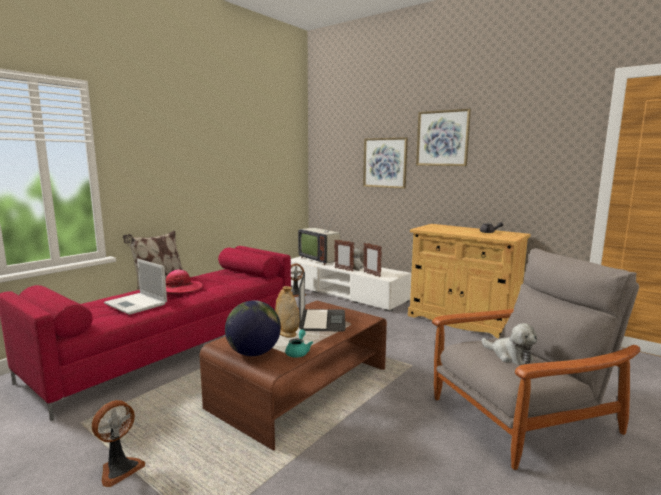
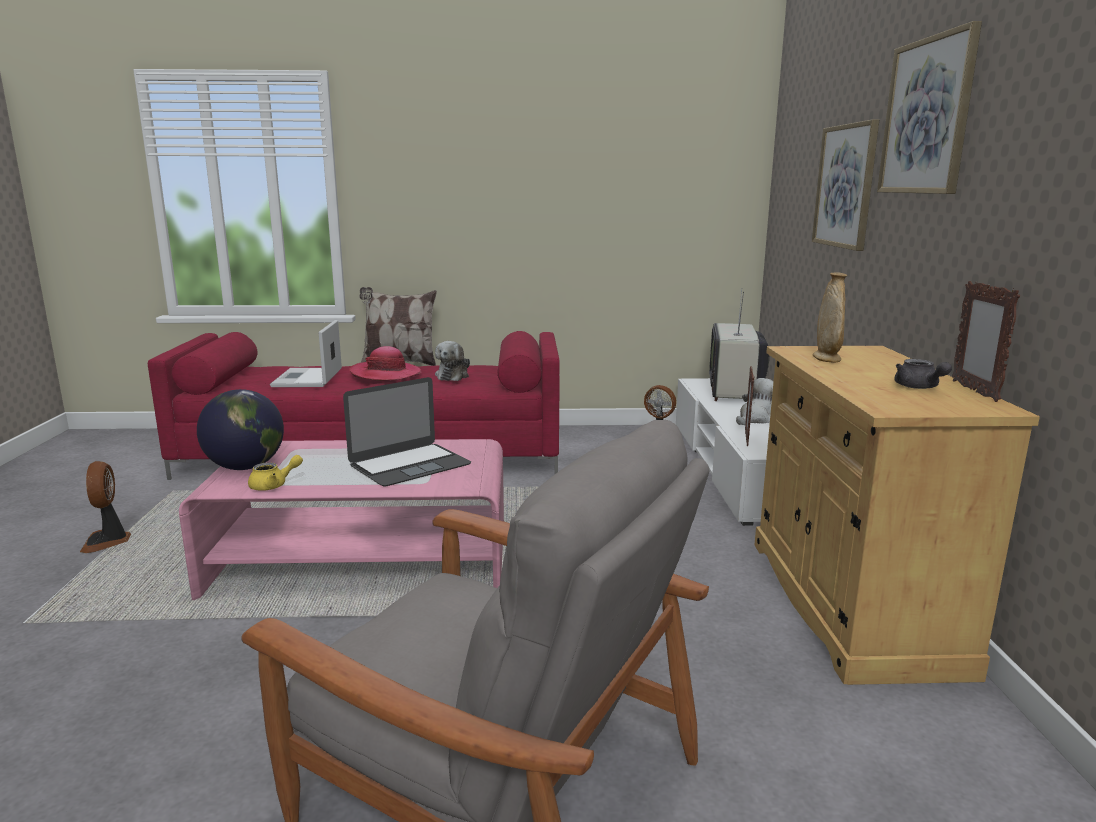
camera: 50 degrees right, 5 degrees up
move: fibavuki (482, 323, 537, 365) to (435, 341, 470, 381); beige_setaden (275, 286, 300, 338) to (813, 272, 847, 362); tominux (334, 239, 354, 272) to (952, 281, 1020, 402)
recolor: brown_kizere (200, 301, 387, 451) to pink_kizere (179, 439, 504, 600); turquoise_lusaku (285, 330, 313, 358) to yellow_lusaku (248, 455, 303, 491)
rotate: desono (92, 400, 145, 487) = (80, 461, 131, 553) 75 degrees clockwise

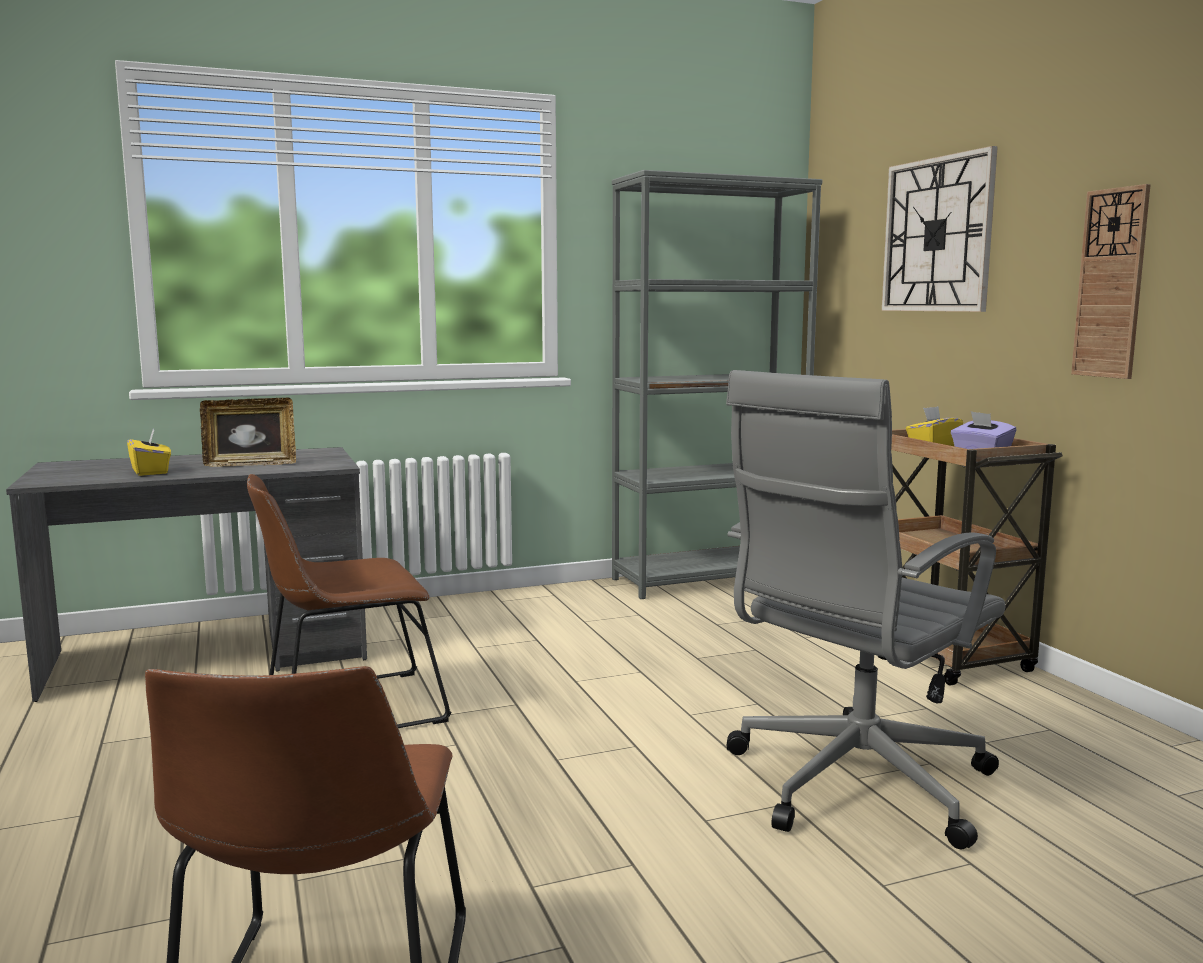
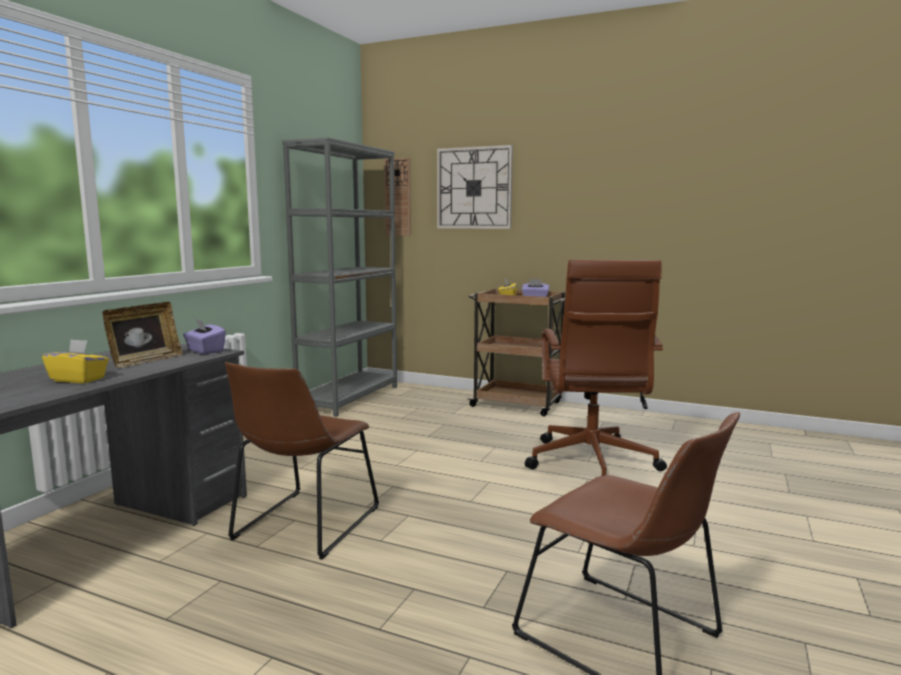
camera: 45 degrees left, 0 degrees up
insert: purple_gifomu (183, 319, 226, 354)
move: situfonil (1071, 184, 1151, 379) to (384, 158, 411, 235)
recolor: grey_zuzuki (726, 370, 1006, 849) to brown_zuzuki (525, 260, 667, 476)

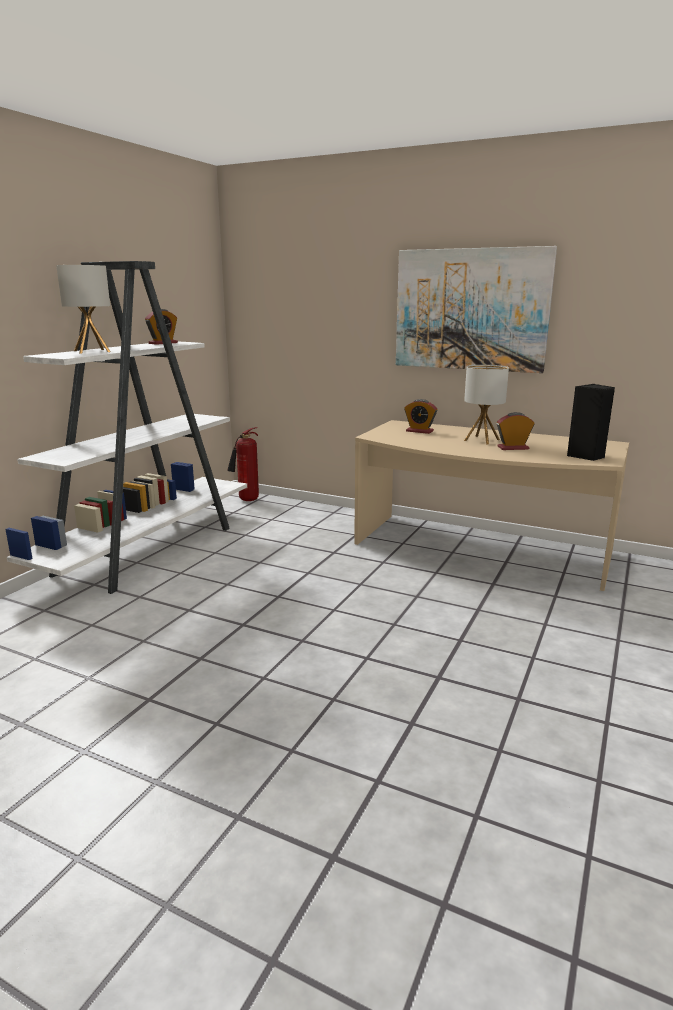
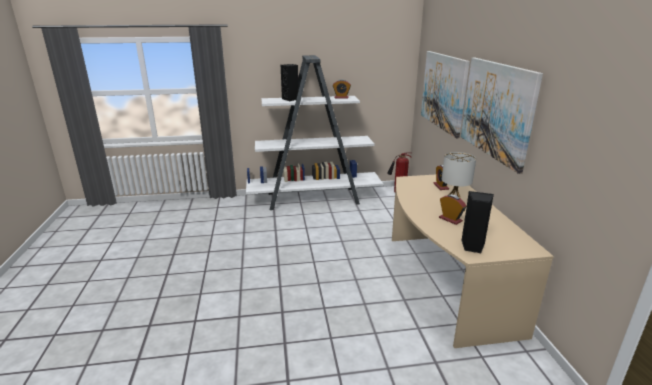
camera: 55 degrees right, 5 degrees up
insert: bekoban (421, 51, 470, 138)
replace: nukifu (56, 265, 110, 354) to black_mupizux (281, 64, 299, 101)

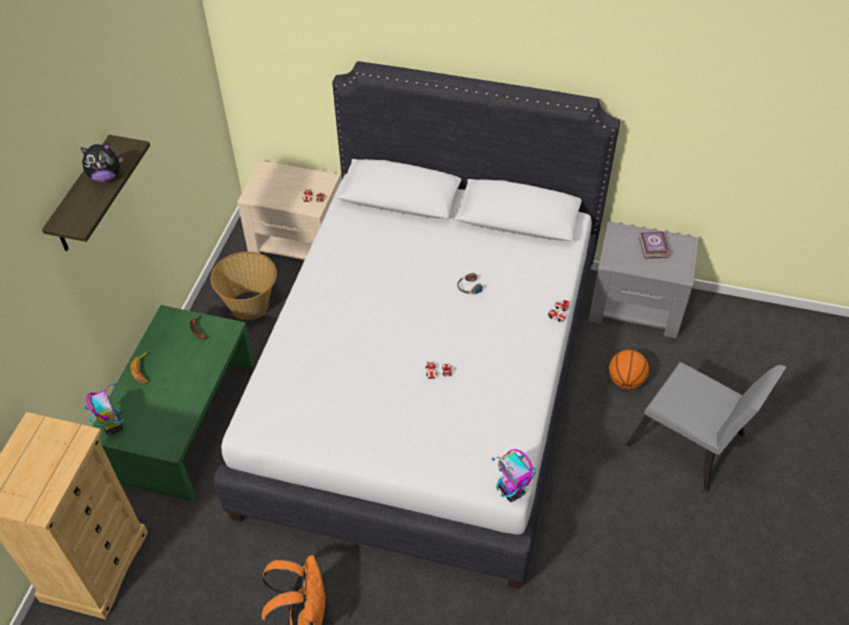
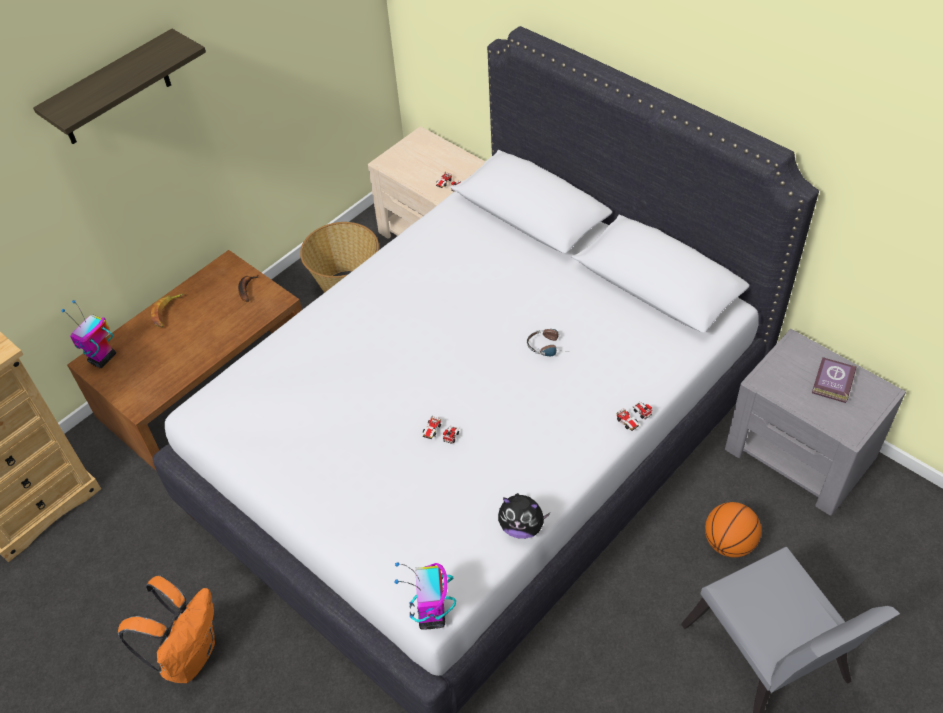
camera: 30 degrees right, 0 degrees up
move: fibavuki (80, 143, 123, 182) to (498, 493, 550, 539)
recolor: green_kizere (92, 305, 255, 501) to brown_kizere (67, 250, 302, 470)
rotate: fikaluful (84, 383, 125, 435) = (62, 300, 116, 368) 150 degrees counterclockwise

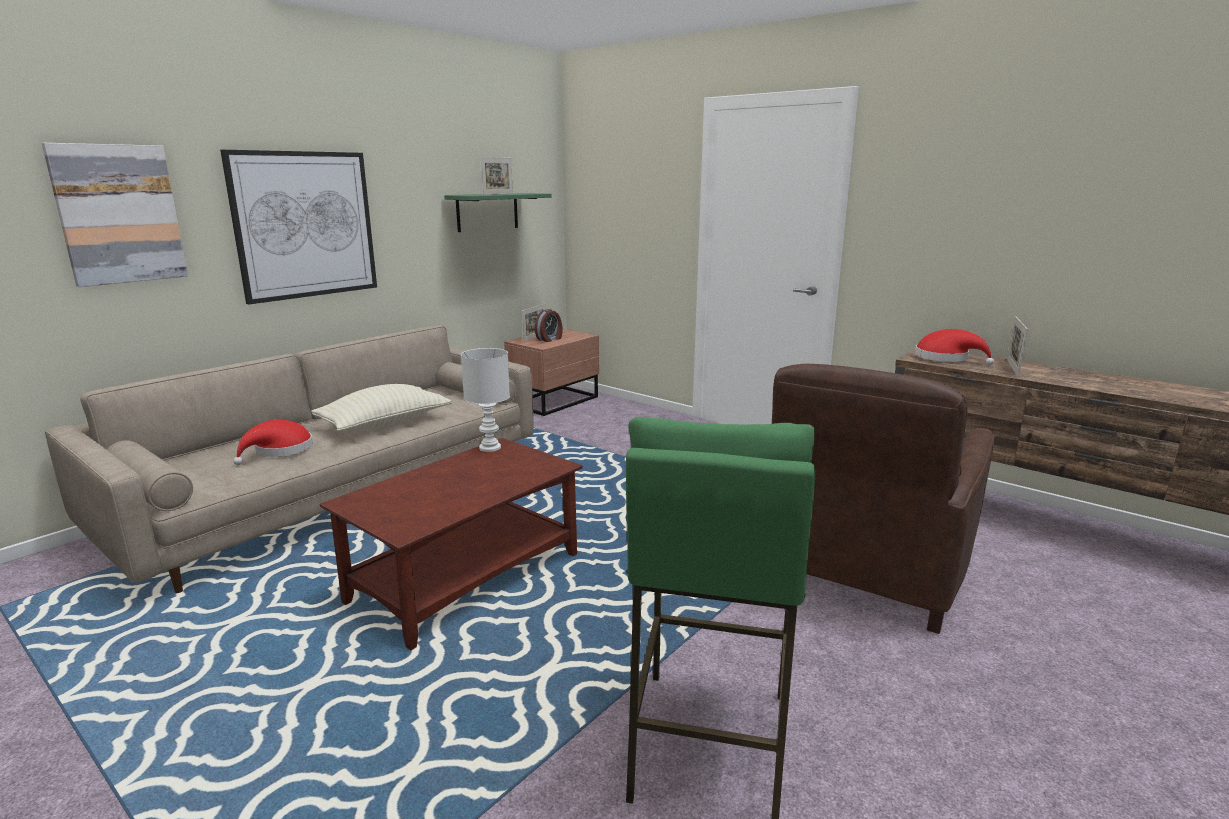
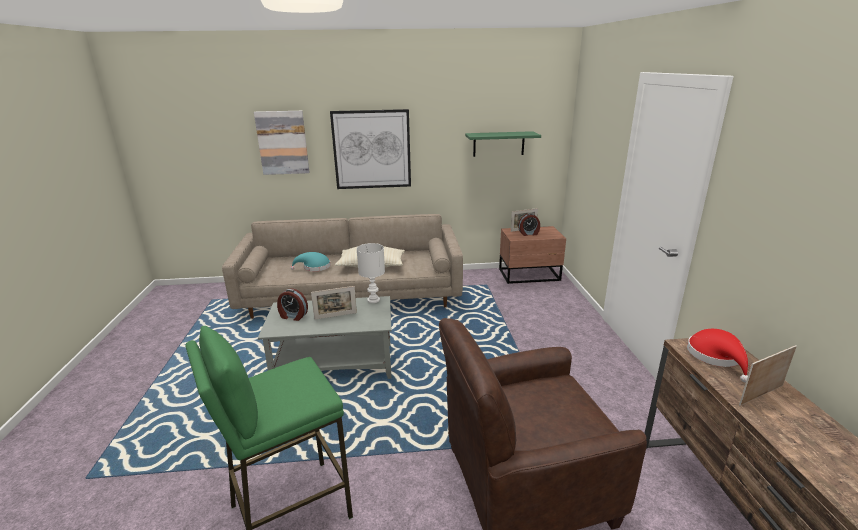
camera: 45 degrees right, 5 degrees up
insert: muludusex (277, 288, 308, 321)
move: tominux (481, 157, 513, 195) to (311, 286, 357, 320)
recolor: brown_kizere (320, 438, 583, 650) to grey_kizere (258, 296, 392, 379); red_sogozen (233, 420, 313, 465) to turquoise_sogozen (290, 252, 331, 271)

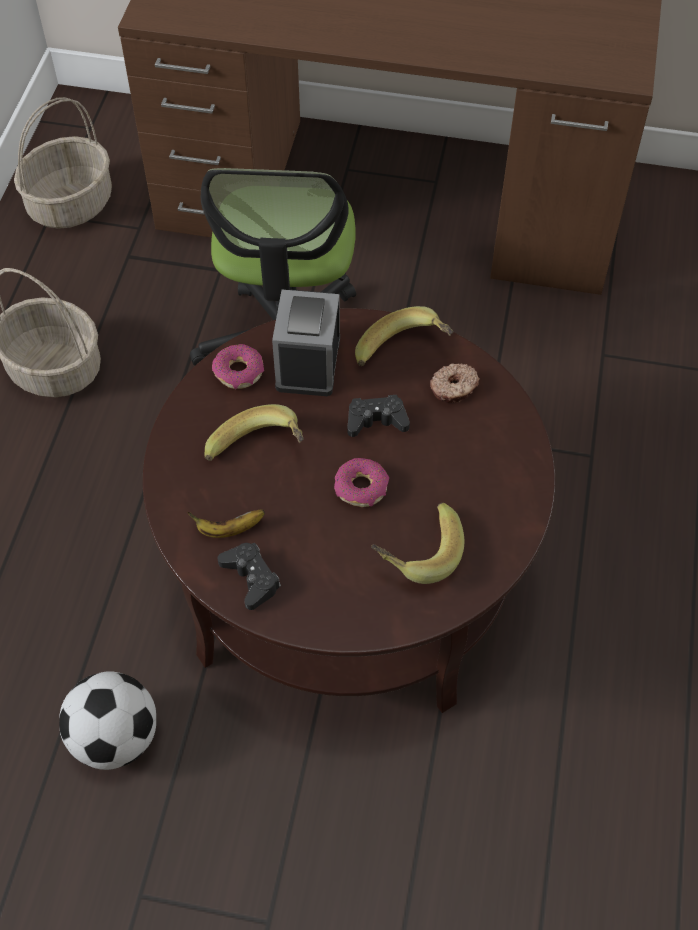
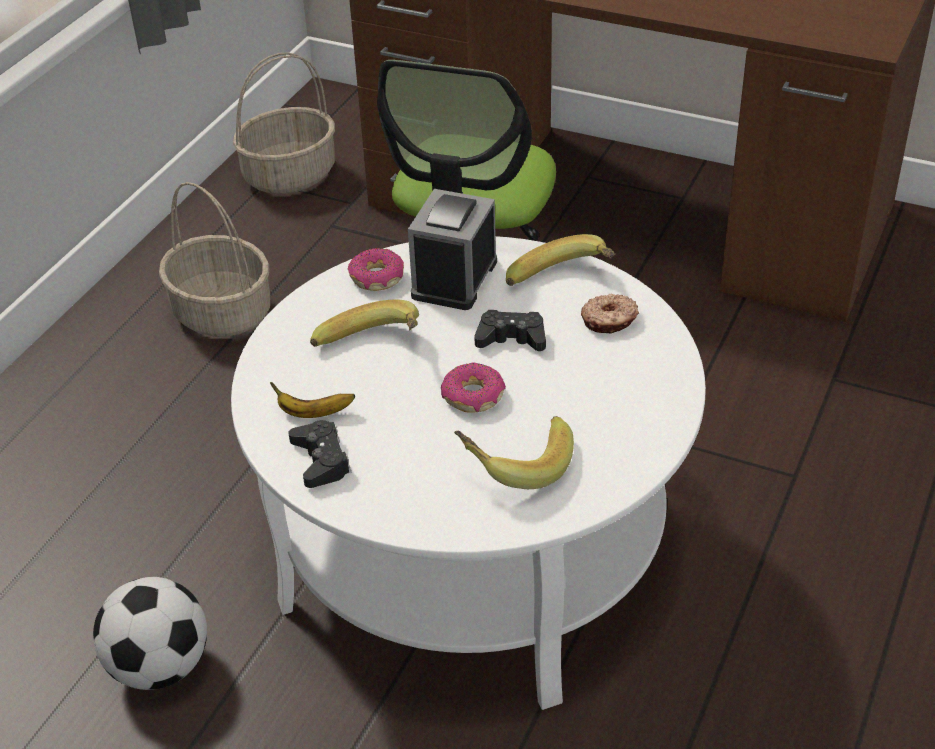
camera: 15 degrees right, 15 degrees down
recolor: brown_kizere (143, 308, 555, 713) to white_kizere (231, 236, 706, 710)

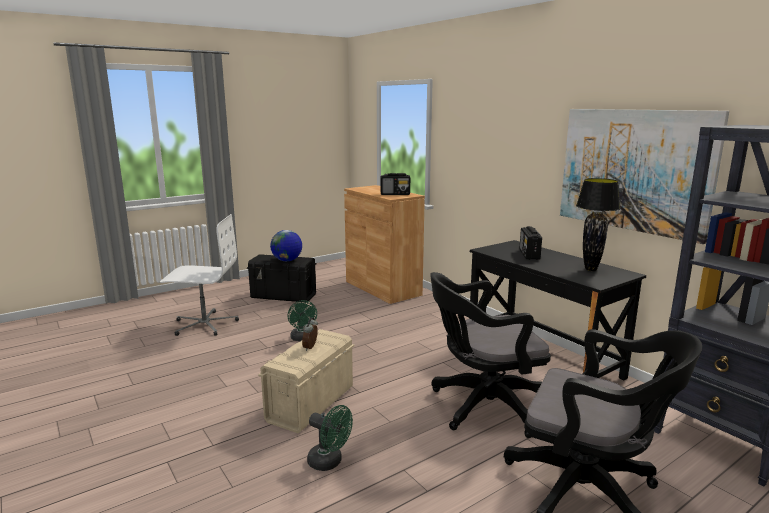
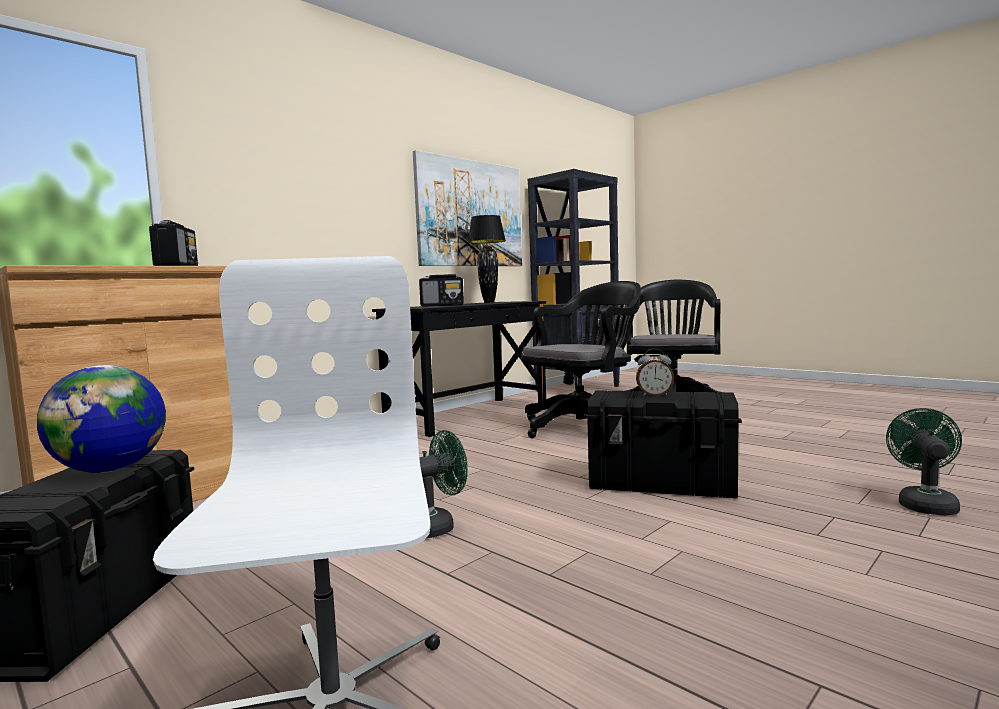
camera: 100 degrees left, 10 degrees down
move: green_desono (307, 405, 353, 471) to (886, 408, 962, 515)
recolor: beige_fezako (258, 329, 354, 433) to black_fezako (584, 390, 742, 498)
rotate: black_zuzuki (430, 272, 551, 438) = (521, 281, 641, 438) 105 degrees counterclockwise

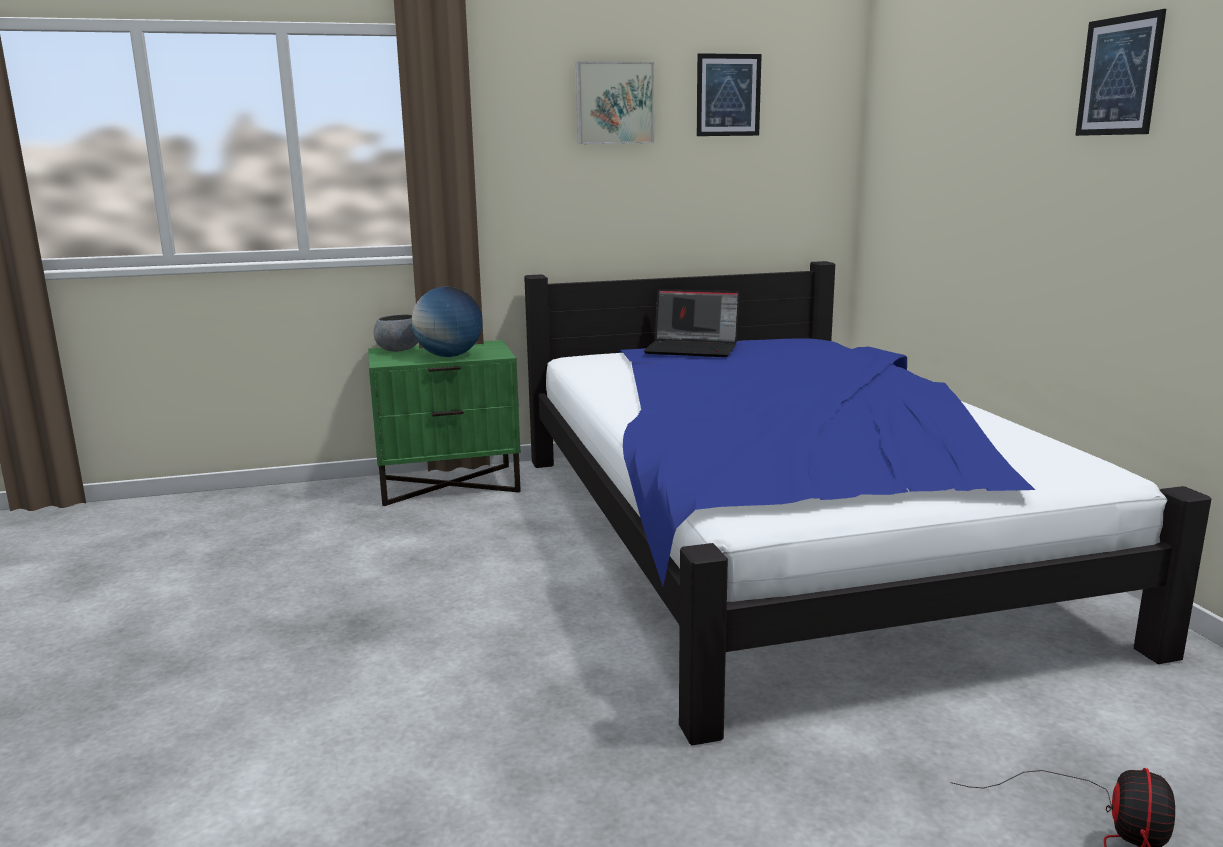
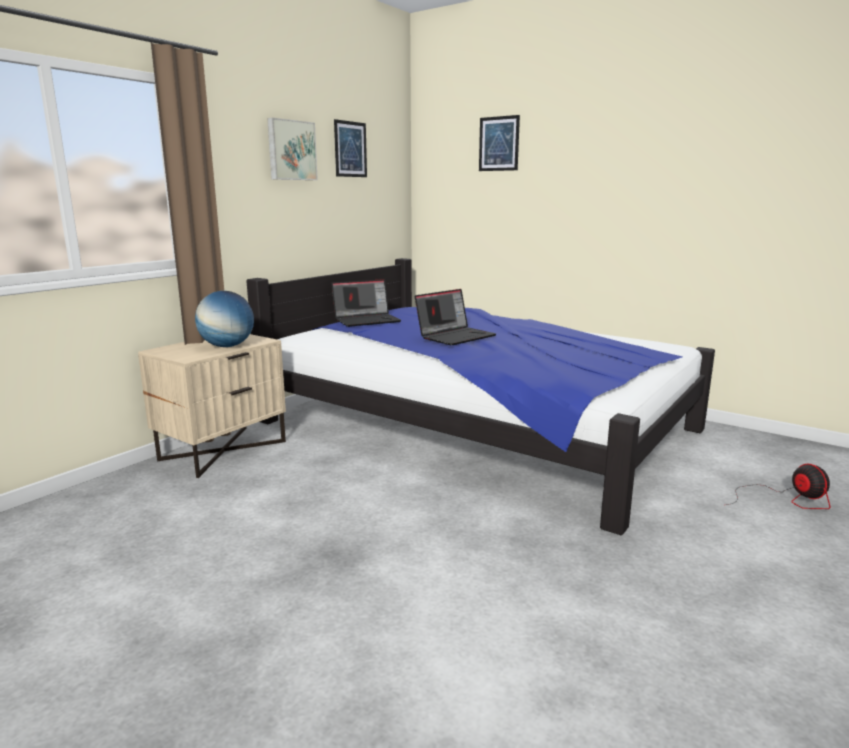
camera: 40 degrees left, 0 degrees up
delete: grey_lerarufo (374, 314, 418, 352)
insert: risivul (415, 289, 496, 346)
move: bekoban (1075, 9, 1166, 136) to (479, 115, 520, 171)
recolor: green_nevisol (368, 340, 521, 506) to beige_nevisol (138, 334, 286, 478)

